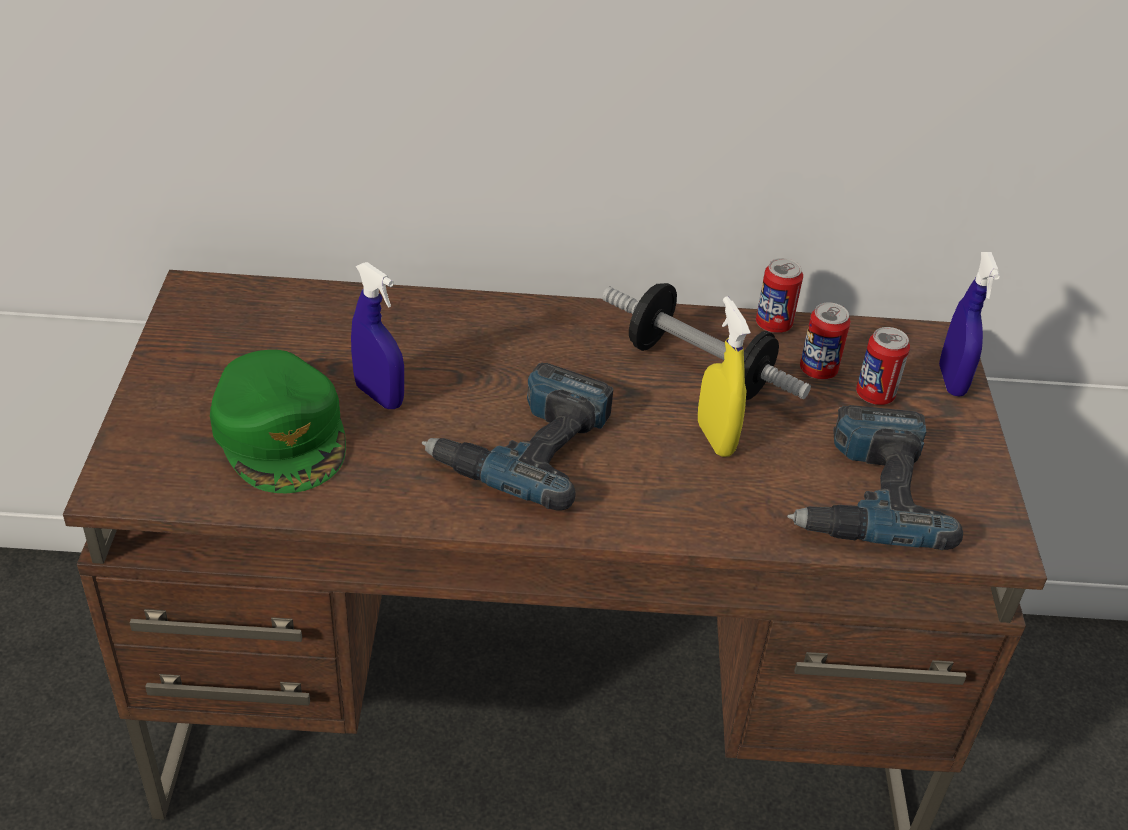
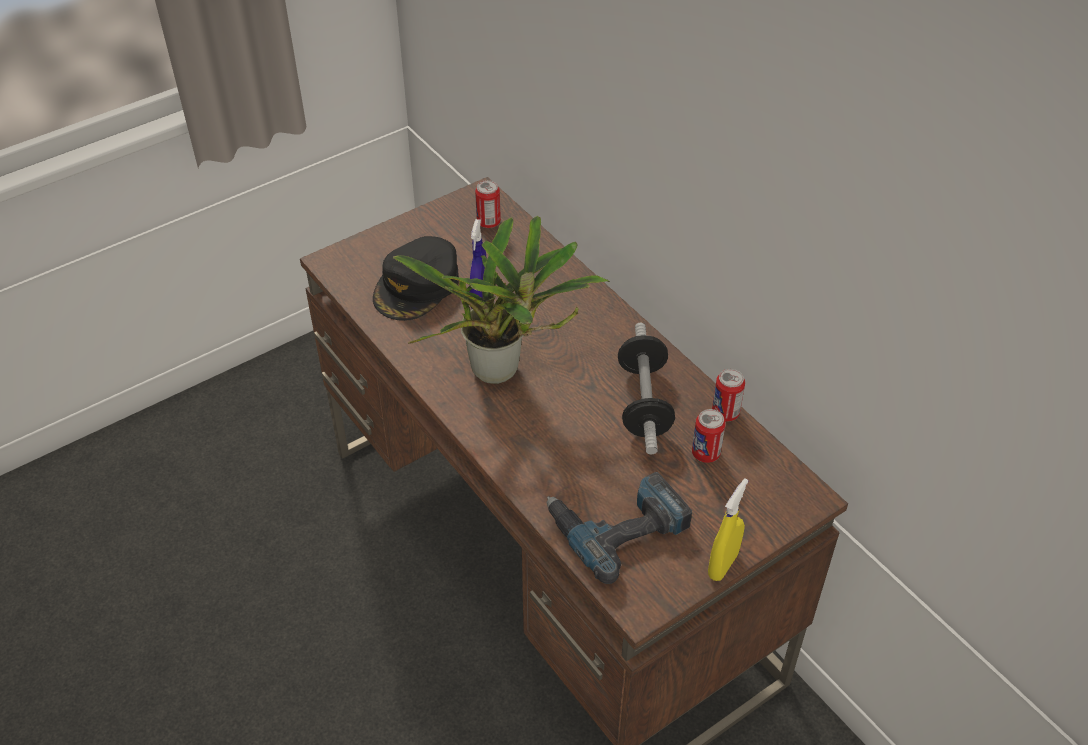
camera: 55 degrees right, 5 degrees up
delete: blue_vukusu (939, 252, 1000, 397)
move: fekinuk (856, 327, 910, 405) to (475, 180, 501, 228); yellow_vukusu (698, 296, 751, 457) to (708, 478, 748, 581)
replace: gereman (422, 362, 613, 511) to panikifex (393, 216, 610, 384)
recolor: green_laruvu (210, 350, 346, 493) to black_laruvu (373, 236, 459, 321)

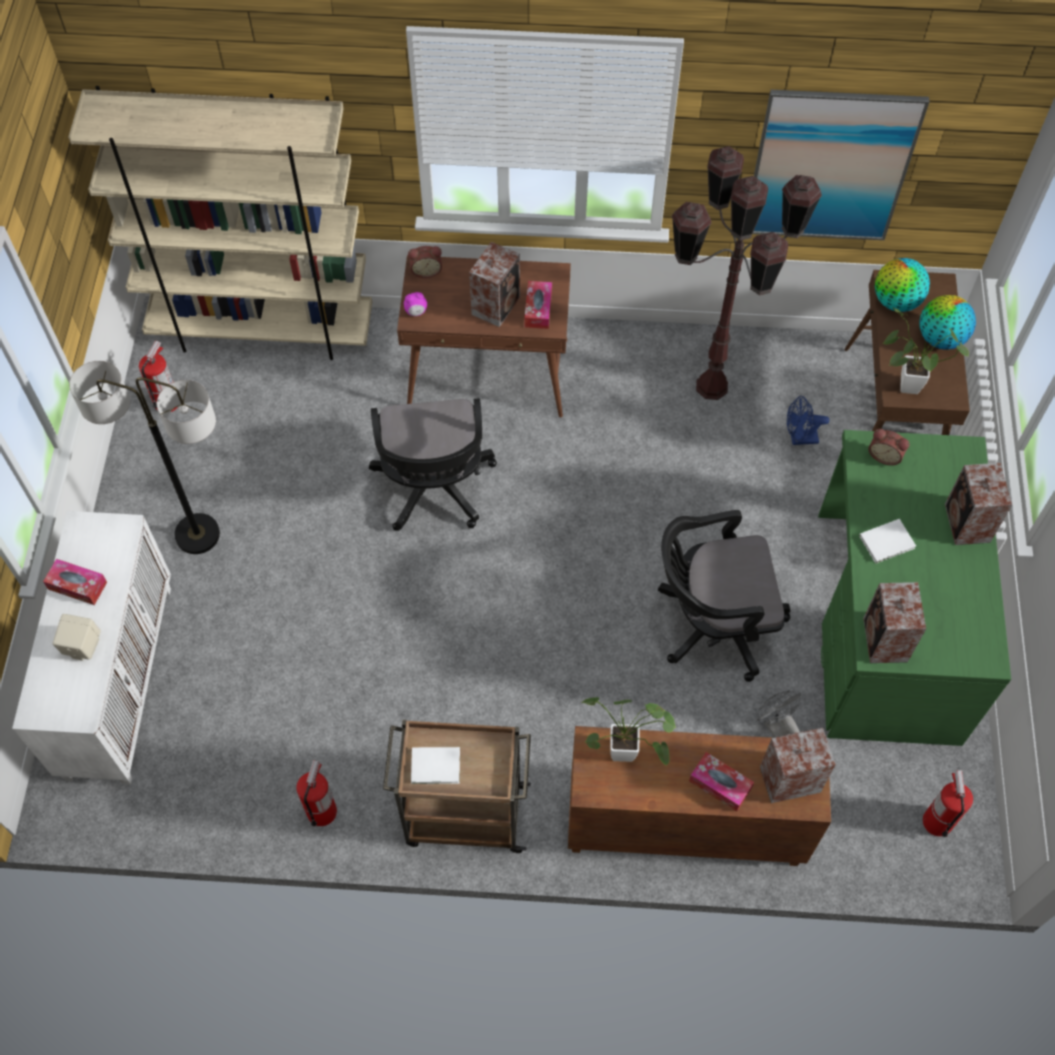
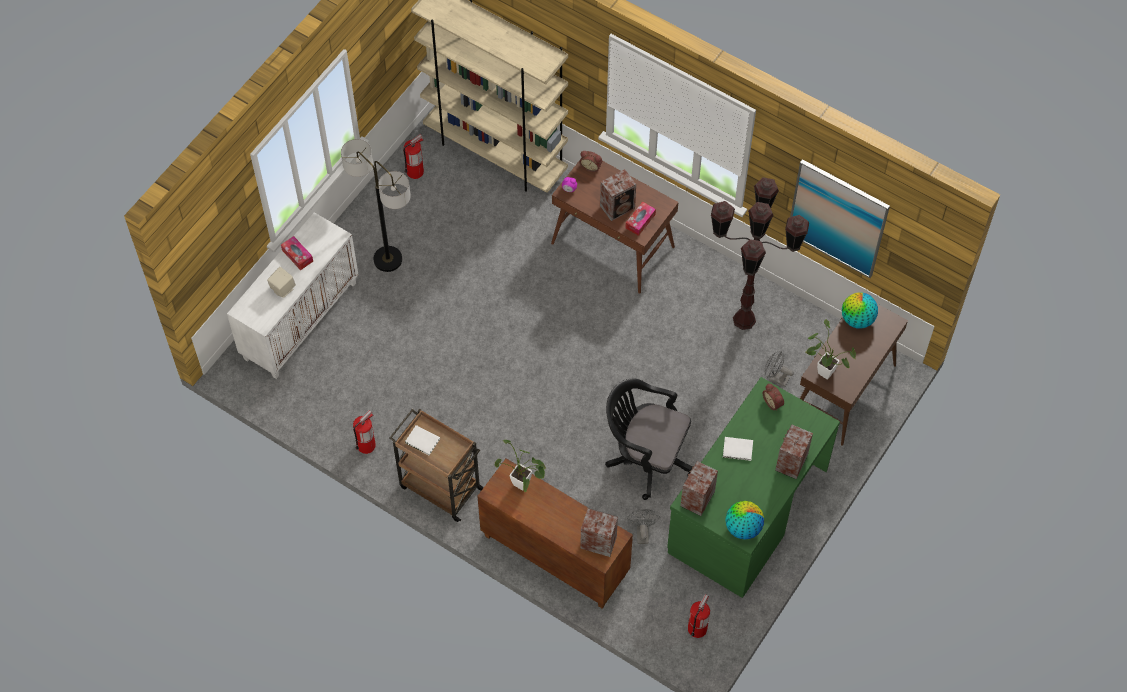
camera: 30 degrees right, 0 degrees up
delete: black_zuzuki (369, 398, 497, 531); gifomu (689, 752, 754, 812)
move: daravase (920, 295, 976, 350) to (725, 501, 764, 540)
recolor: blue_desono (787, 396, 829, 445) to grey_desono (765, 351, 794, 387)

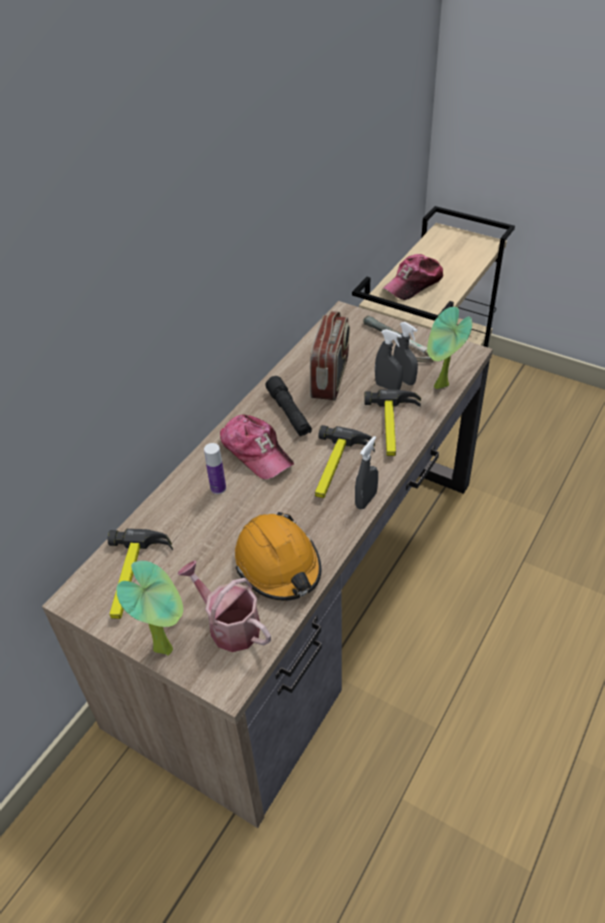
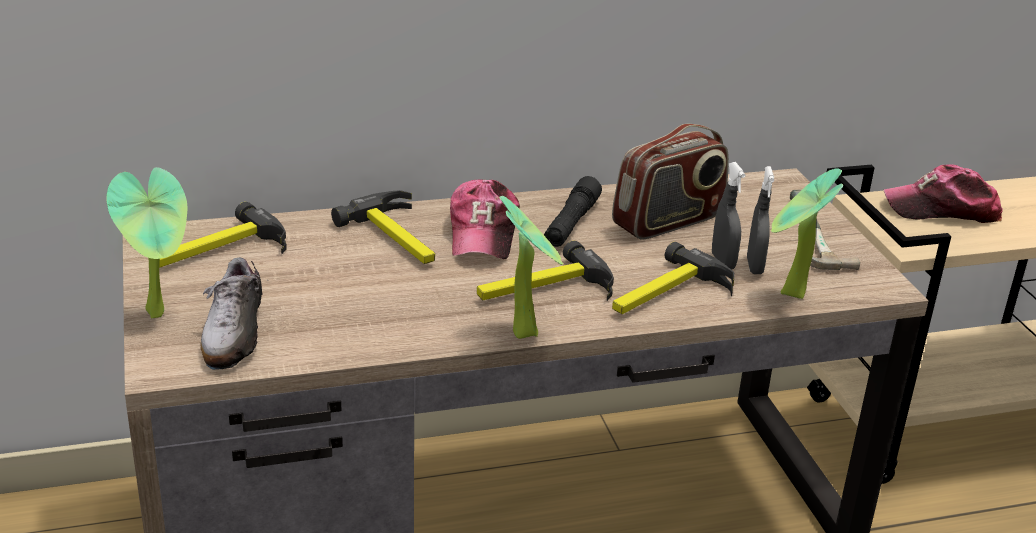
camera: 40 degrees right, 15 degrees down
delete: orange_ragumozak (235, 512, 321, 601)
replace: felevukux (178, 560, 271, 652) to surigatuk (200, 258, 263, 370); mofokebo (204, 443, 226, 494) to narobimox (331, 190, 435, 264); grey_vukusu (355, 436, 378, 509) to panikifex (499, 196, 563, 339)

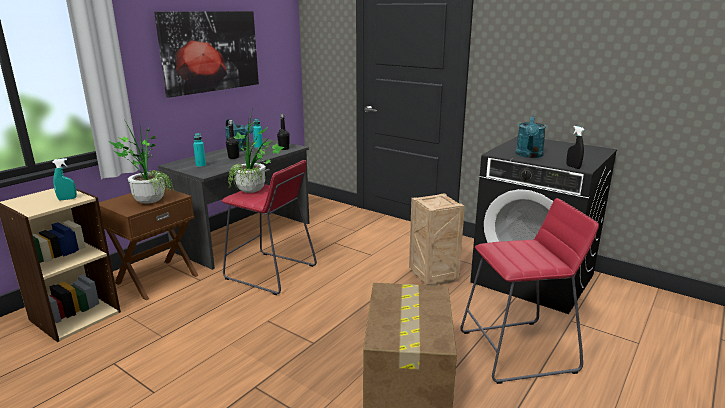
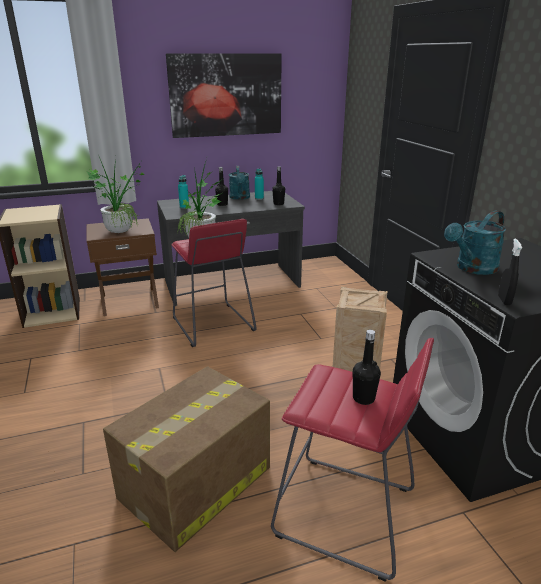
camera: 35 degrees right, 5 degrees up
delete: turquoise_vukusu (53, 158, 77, 200)
insert: black_mofokebo (353, 330, 381, 405)

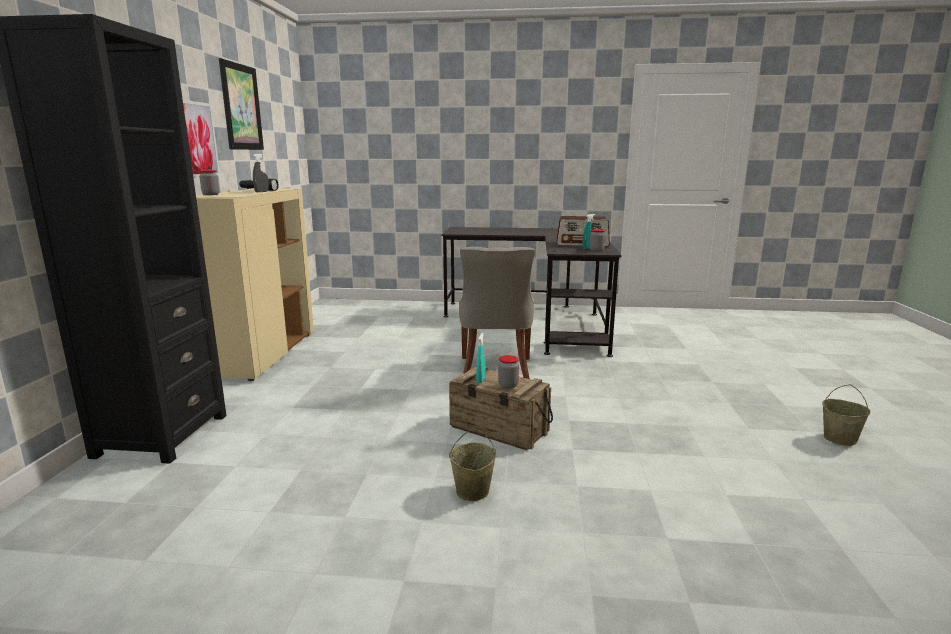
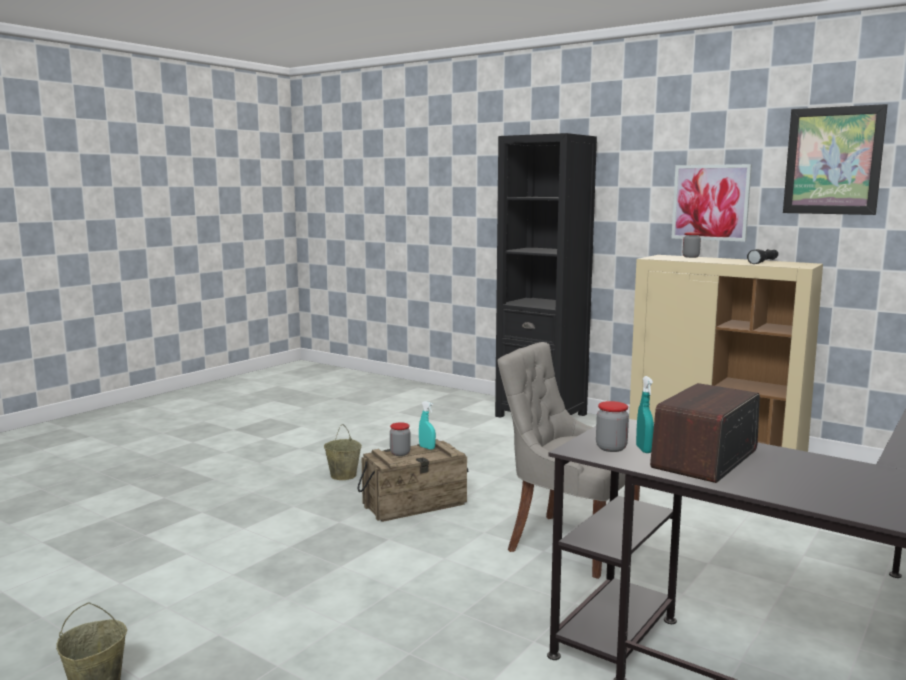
camera: 120 degrees right, 5 degrees down
delete: grey_vukusu (253, 154, 269, 192)

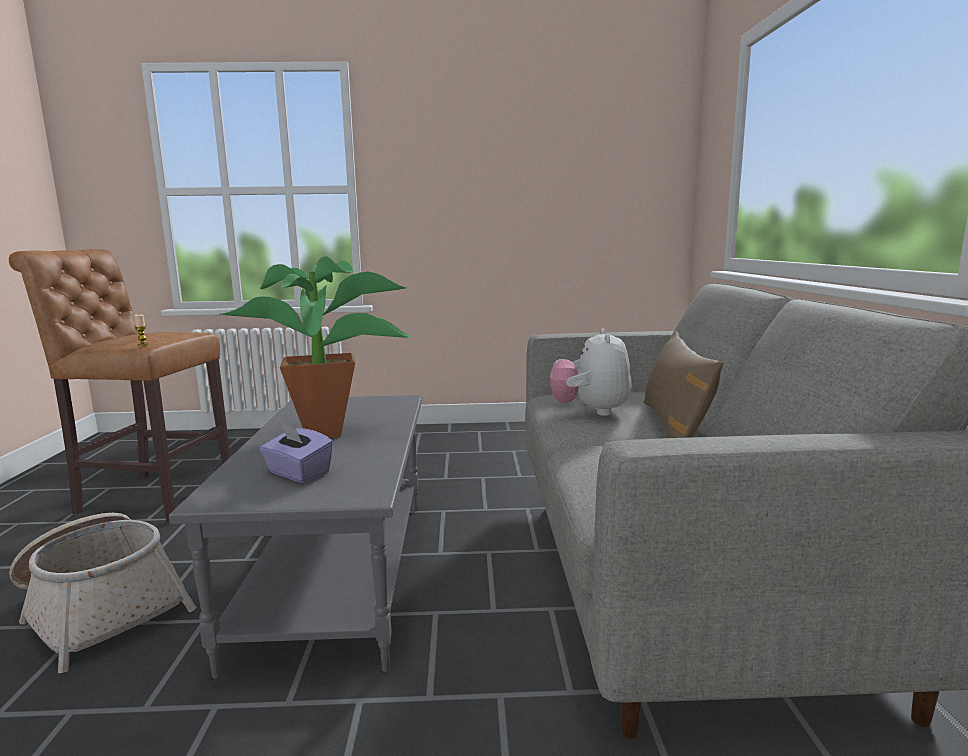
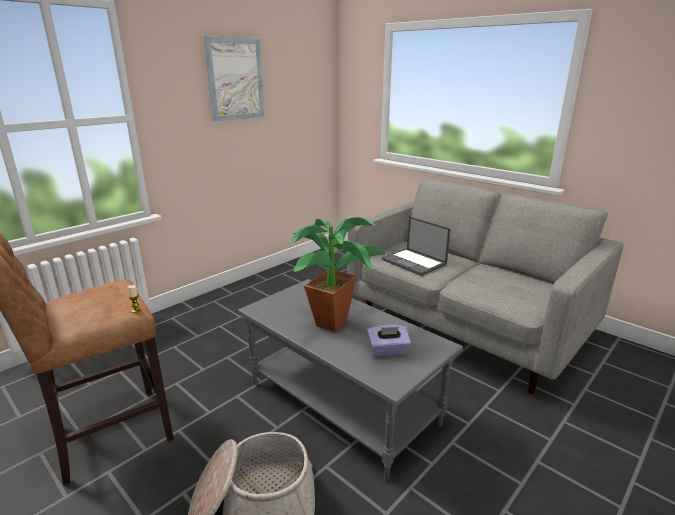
camera: 45 degrees left, 10 degrees up
delete: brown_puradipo (644, 331, 723, 438)
insert: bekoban (204, 36, 264, 121)
replace: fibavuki (550, 329, 632, 416) to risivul (382, 216, 451, 276)

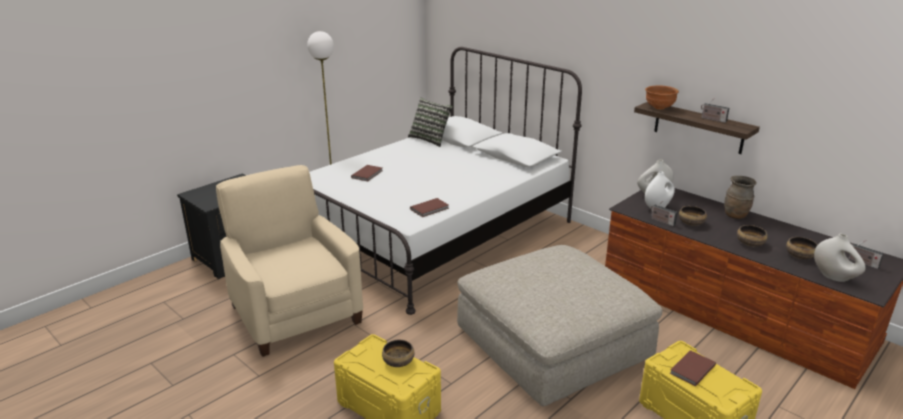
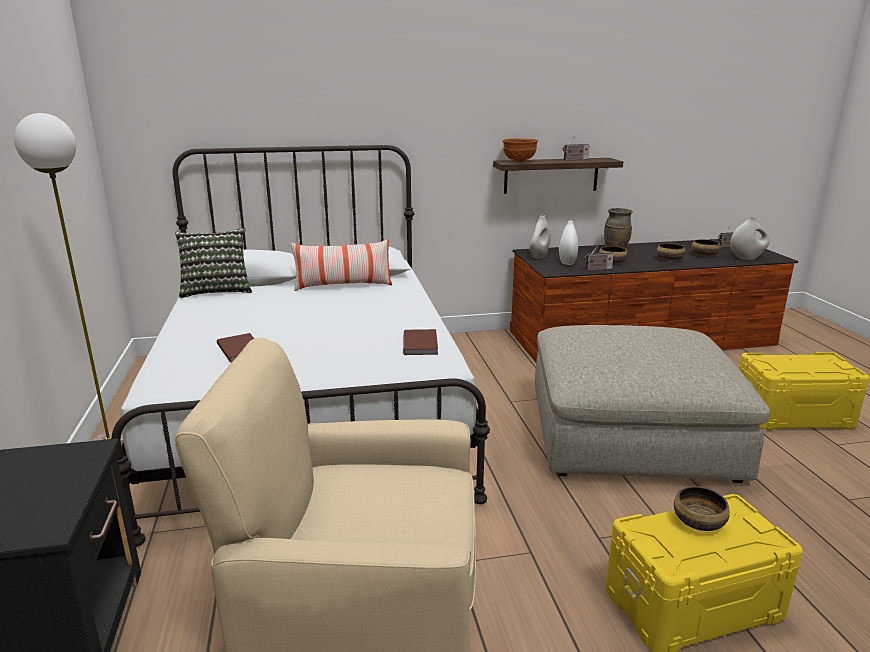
camera: 55 degrees left, 5 degrees down
delete: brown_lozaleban (670, 350, 716, 386)
insert: puradipo (291, 239, 392, 291)

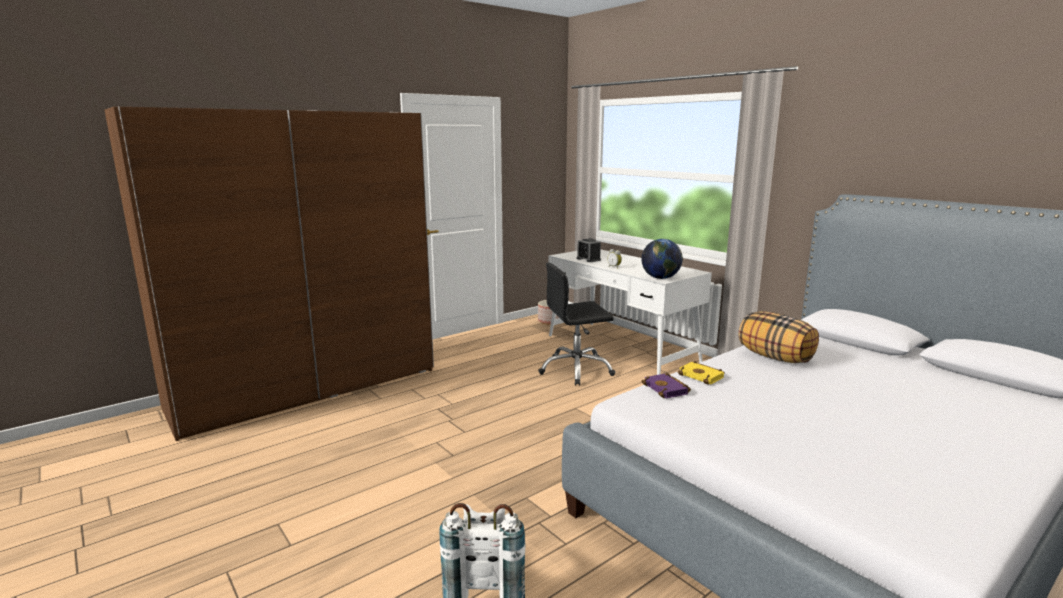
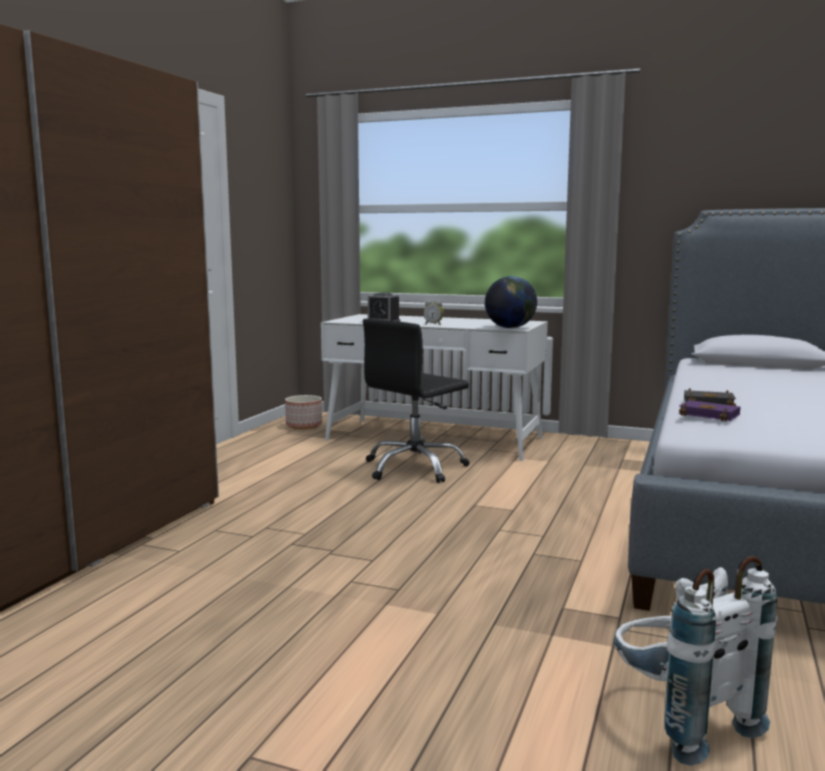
camera: 30 degrees left, 5 degrees down
delete: puradipo (739, 311, 819, 363)
recolor: yellow_lozaleban (678, 361, 725, 385) to black_lozaleban (684, 388, 736, 406)

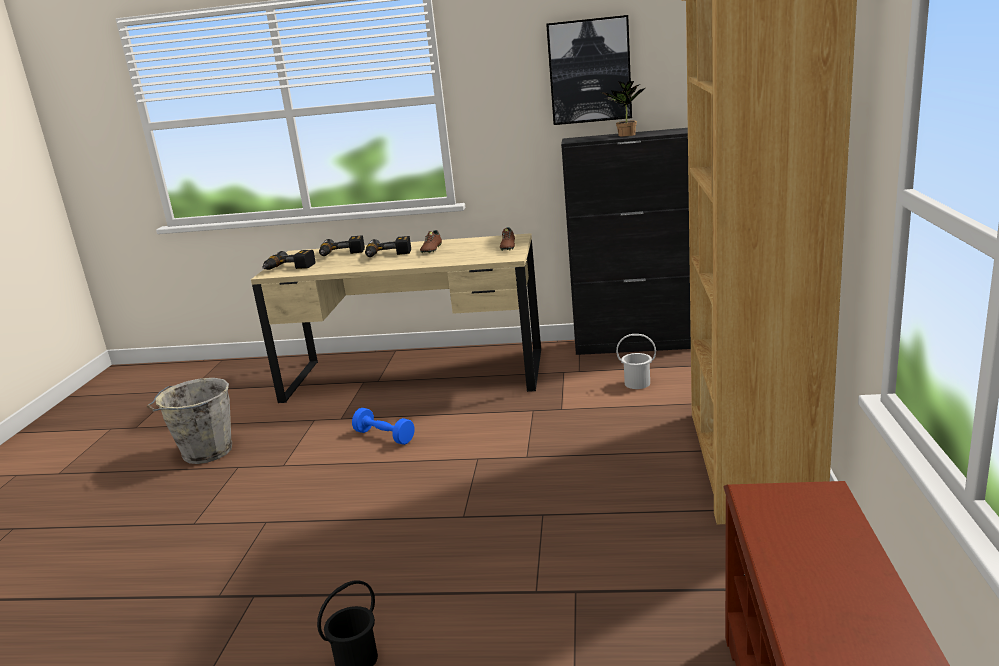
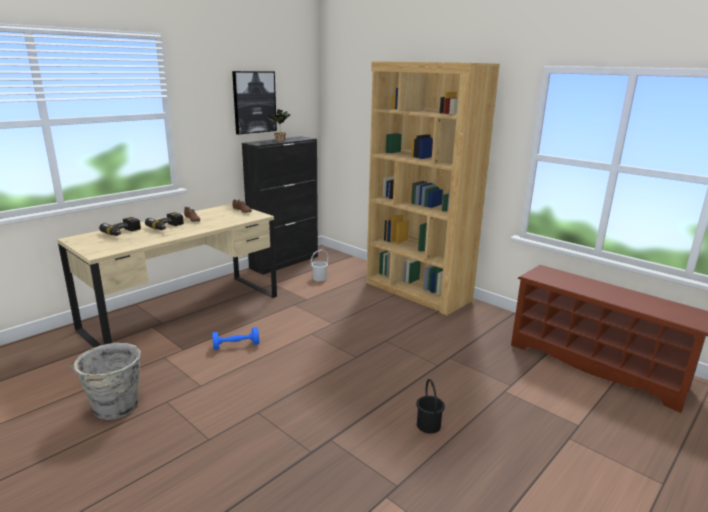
camera: 55 degrees left, 0 degrees up
delete: gereman (262, 250, 316, 270)

